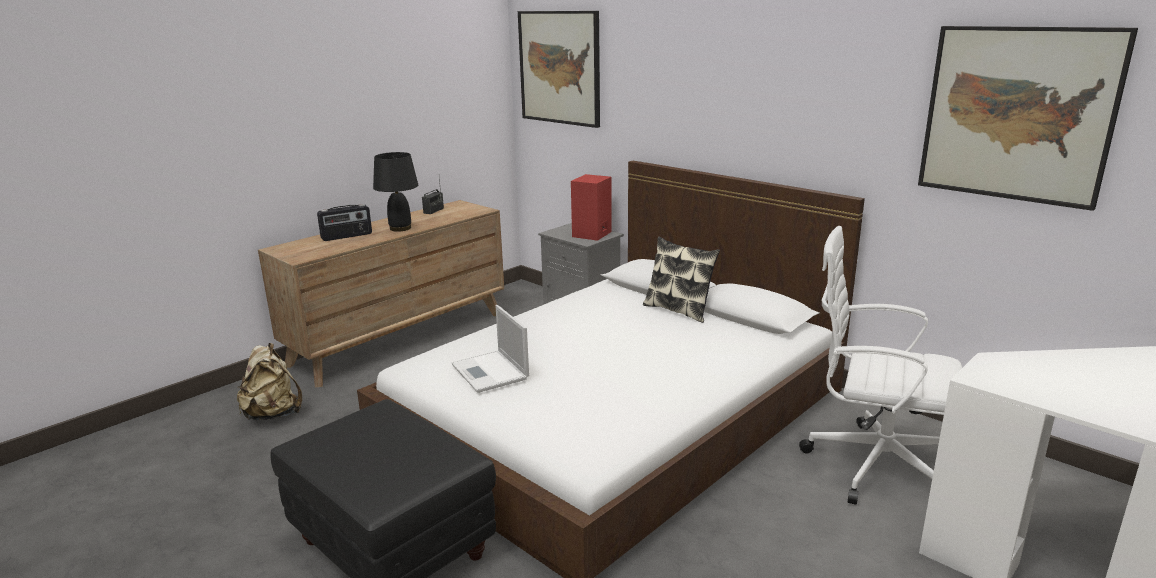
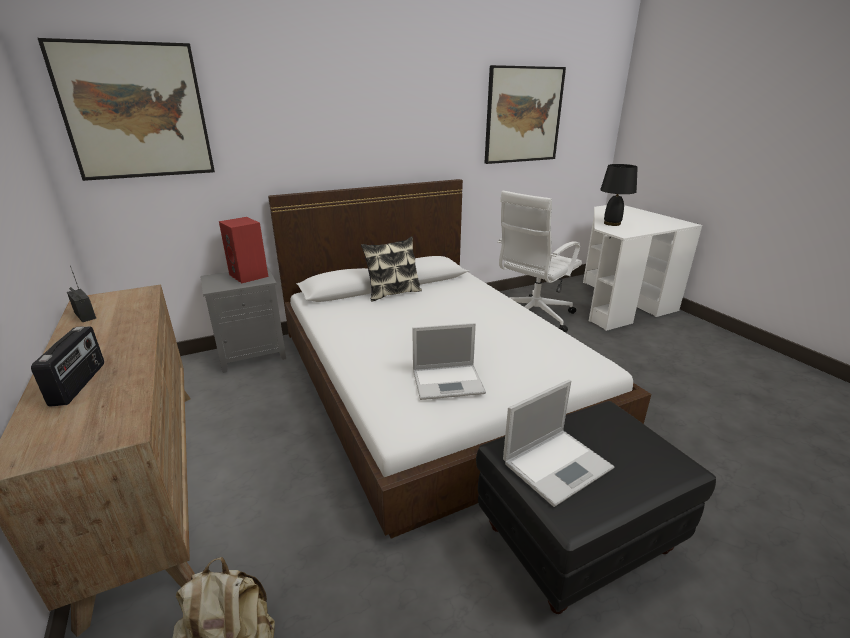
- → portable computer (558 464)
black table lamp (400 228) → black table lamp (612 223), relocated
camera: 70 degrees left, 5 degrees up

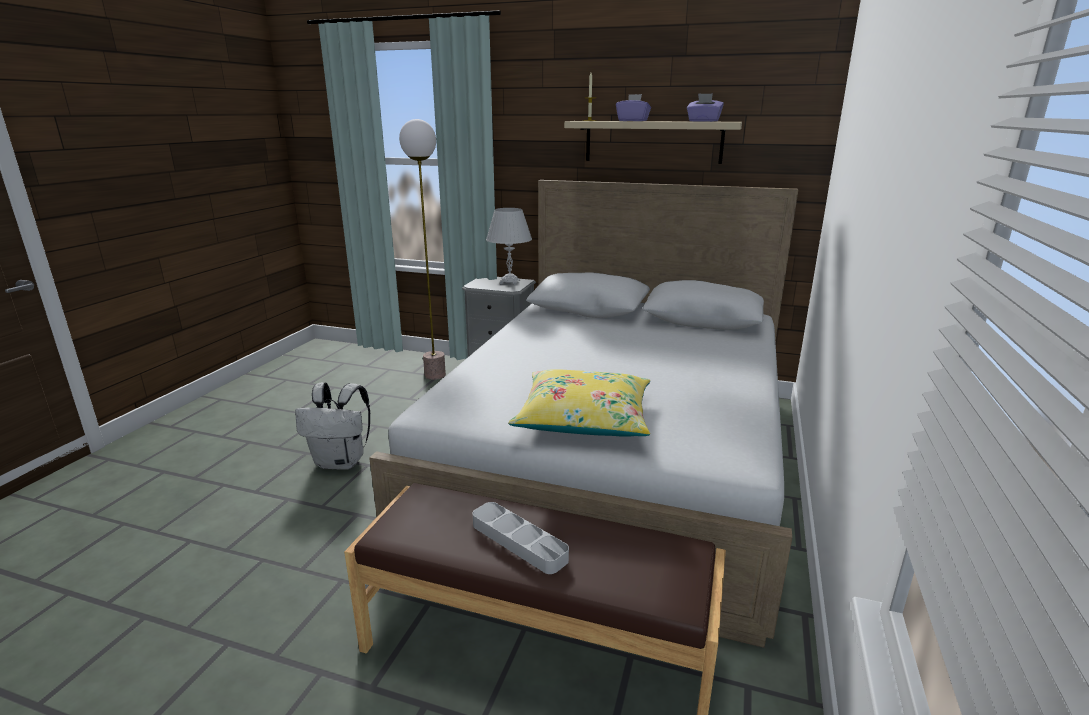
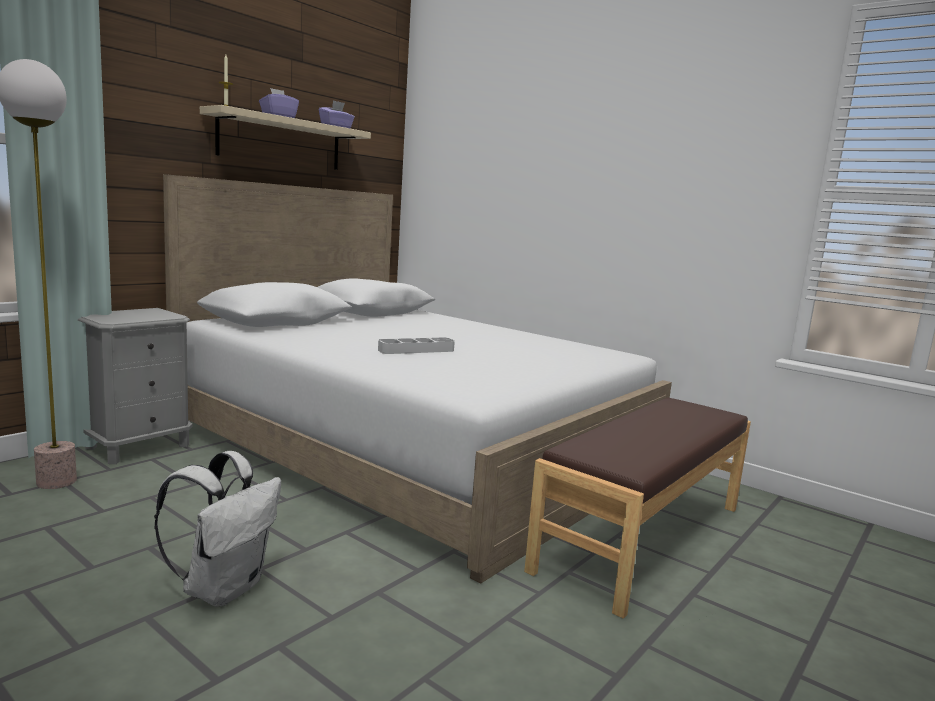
grey serving tray (518 541) → grey serving tray (416 350), relocated
whitish table lamp (510 282) → -
yellowish pillow (584 418) → -
camera: 70 degrees left, 10 degrees down

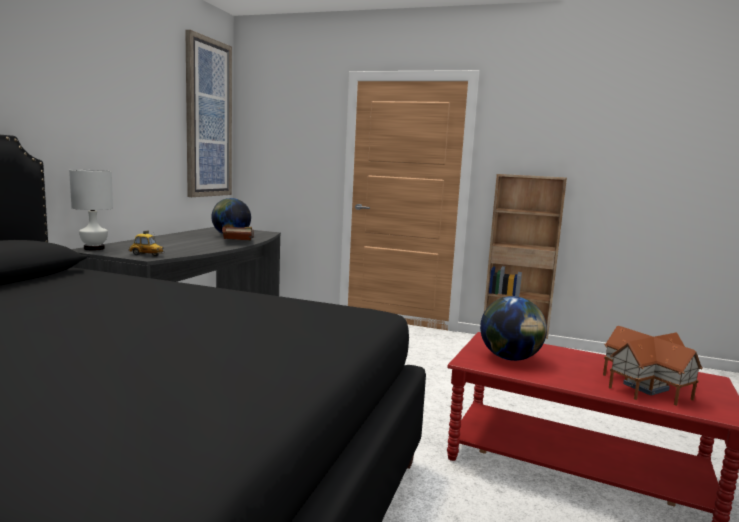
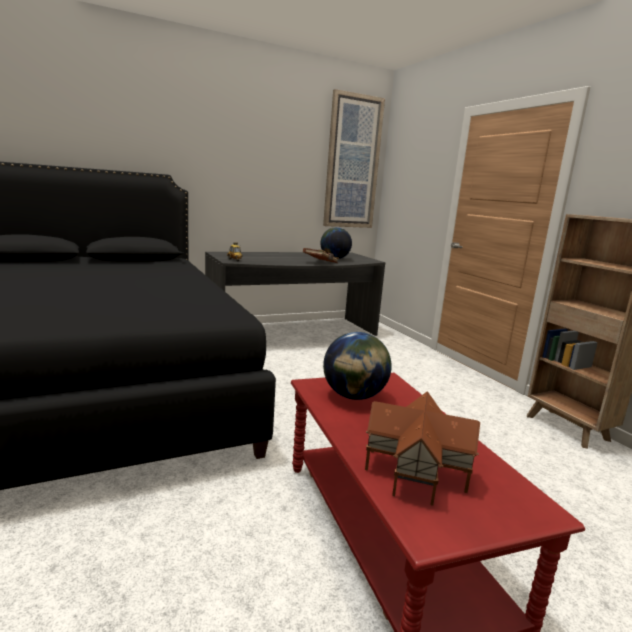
whitish table lamp (93 248) → -
camera: 45 degrees right, 5 degrees up

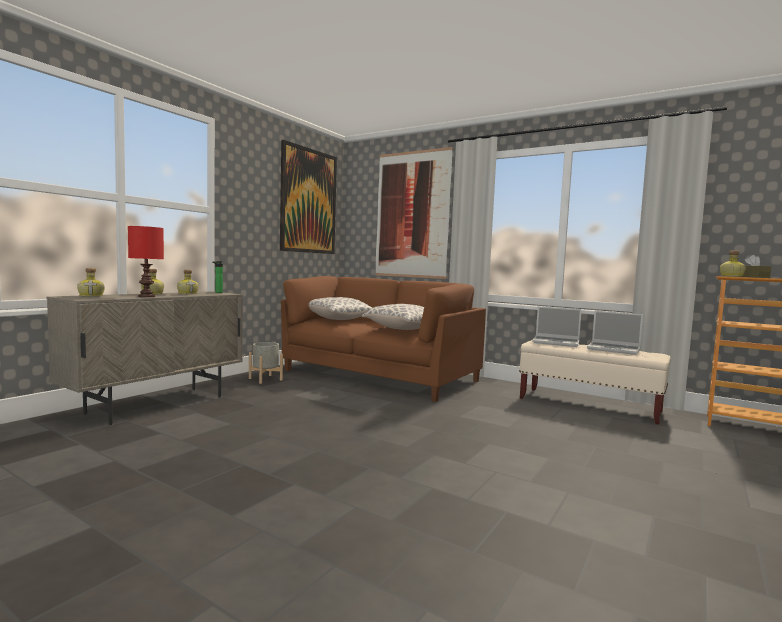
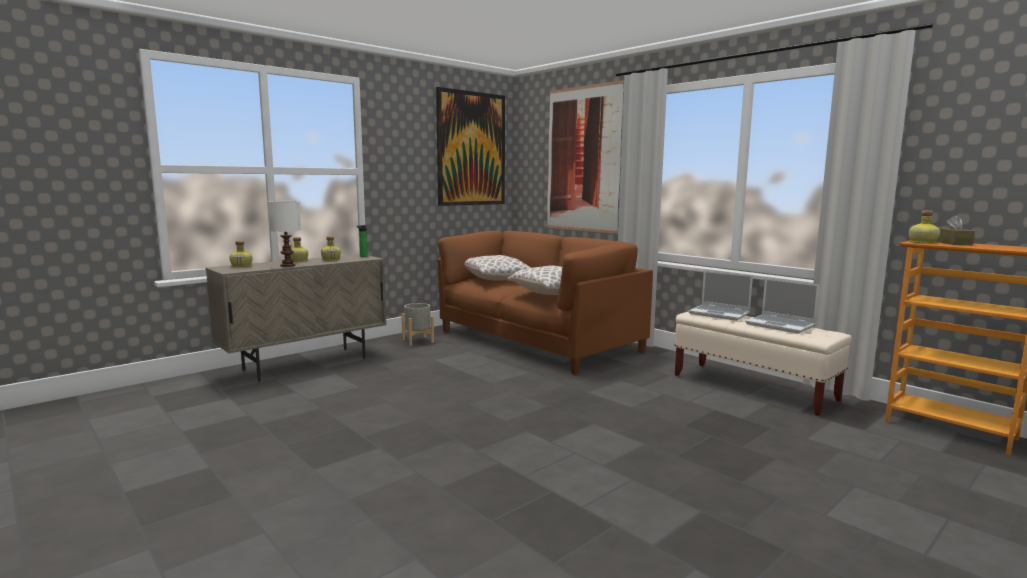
reddish table lamp (147 296) → whitish table lamp (288 265)
camera: 15 degrees right, 5 degrees up

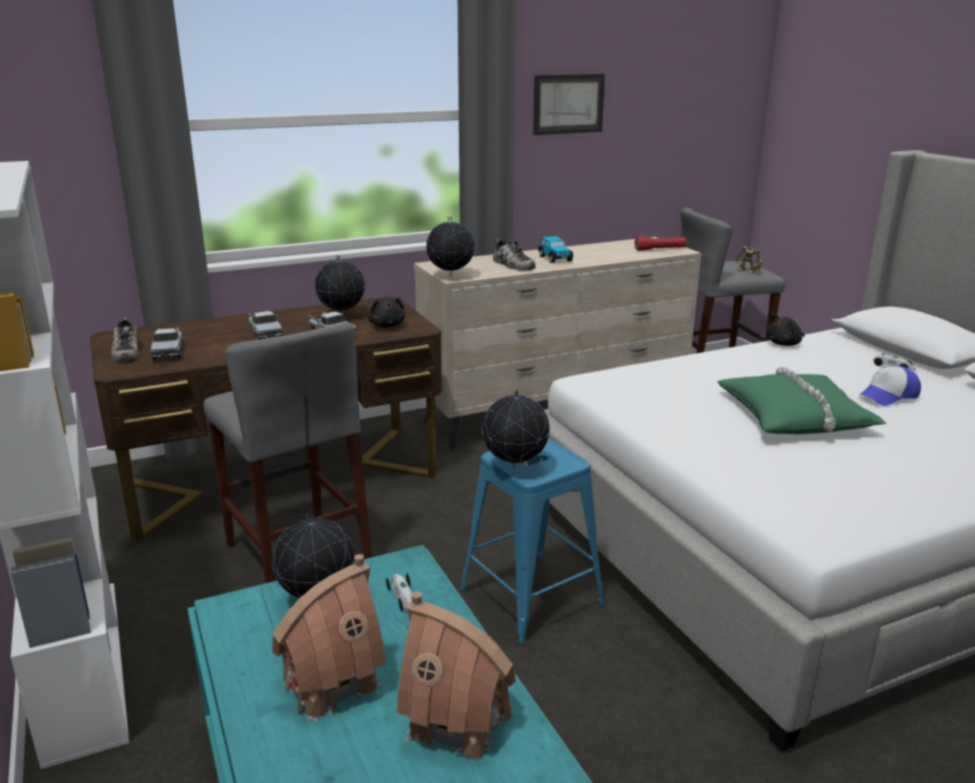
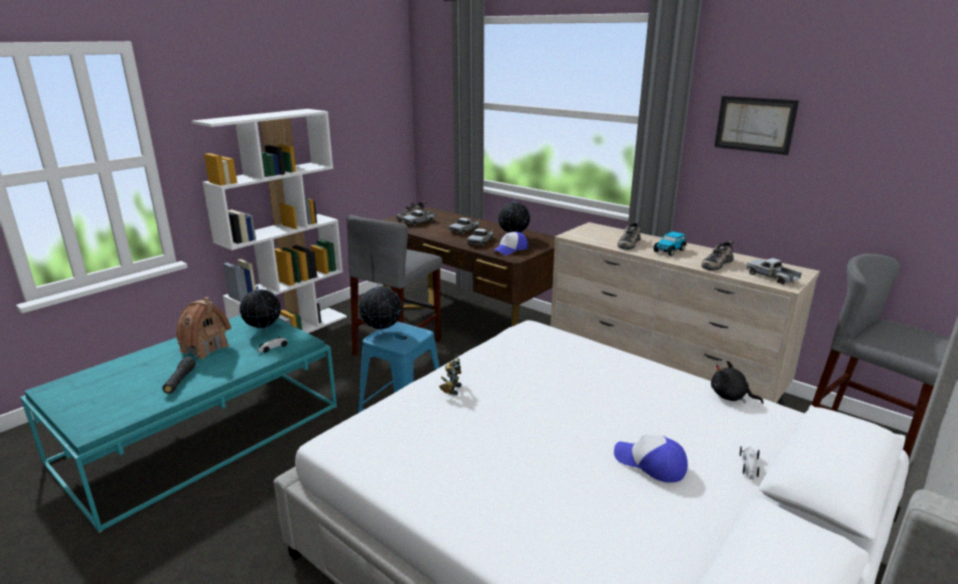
model house (458 721) → black torch (180 381)
robot figure (746 271) → robot figure (451 389), relocated
black cuddly toy (387 326) → cap (510 249)
- → shoe (716 263)
reddish torch (659 249) → model truck (772 277)
world globe (450 276) → -
green pillow (795 417) → -
camera: 65 degrees right, 0 degrees up

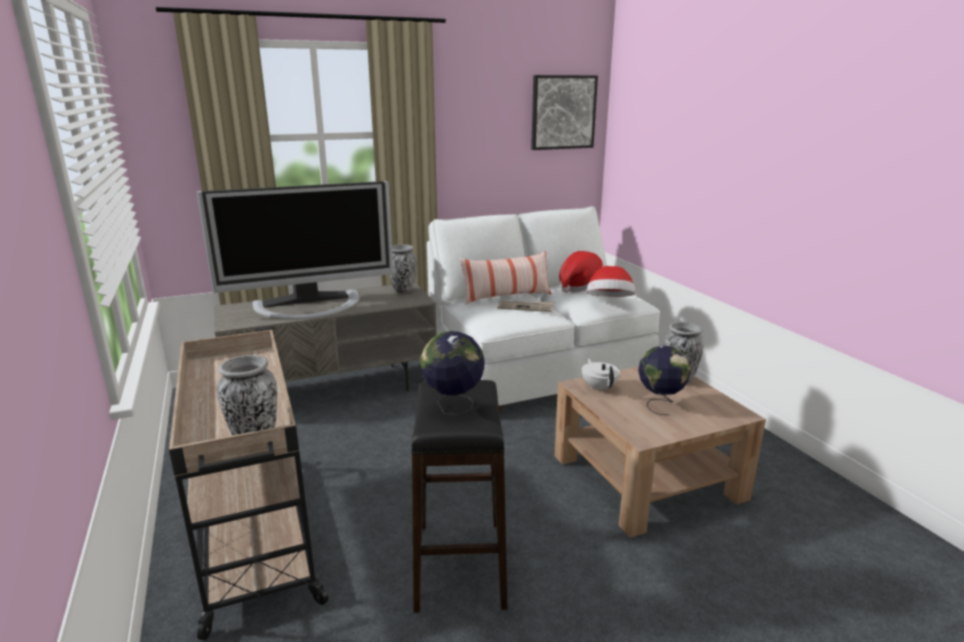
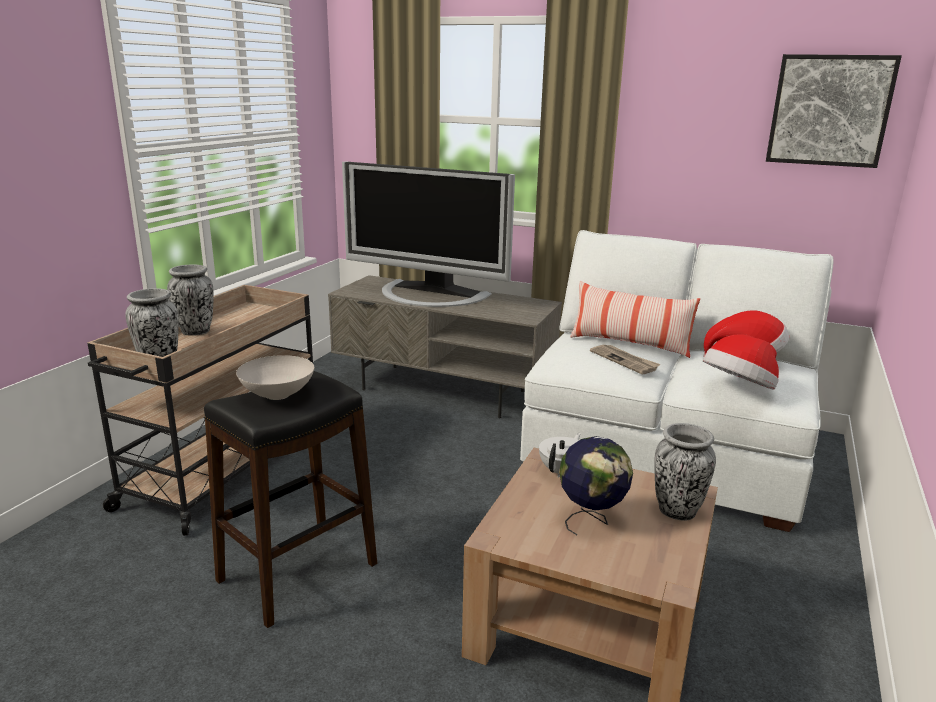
decorative vase (403 290) → decorative vase (195 332), relocated
world globe (453 407) → whitish serving bowl (276 395)
camera: 45 degrees right, 0 degrees up

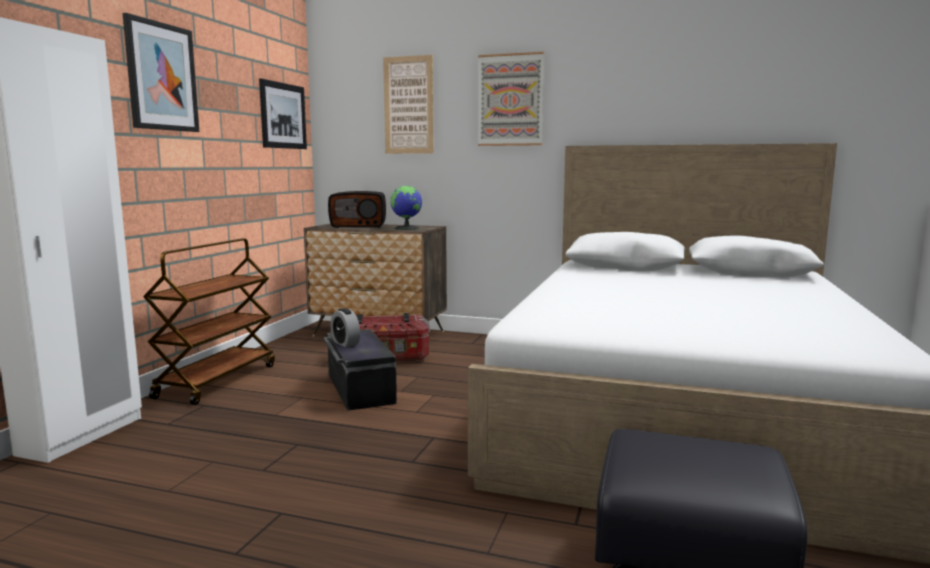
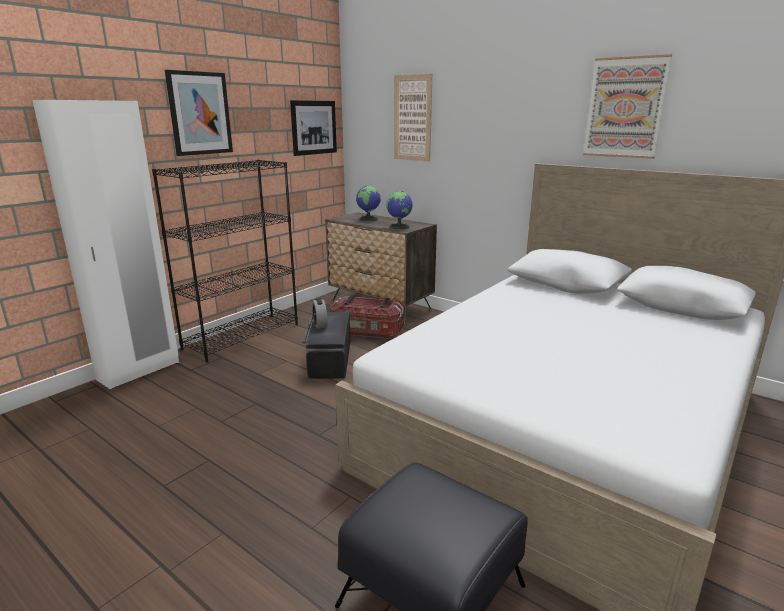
brownish trolley (217 380) → black bookshelf (242 336)
radio receiver (359 225) → world globe (369 219)
wall picture (510 100) → wall picture (625 108), relocated
camera: 20 degrees right, 10 degrees up

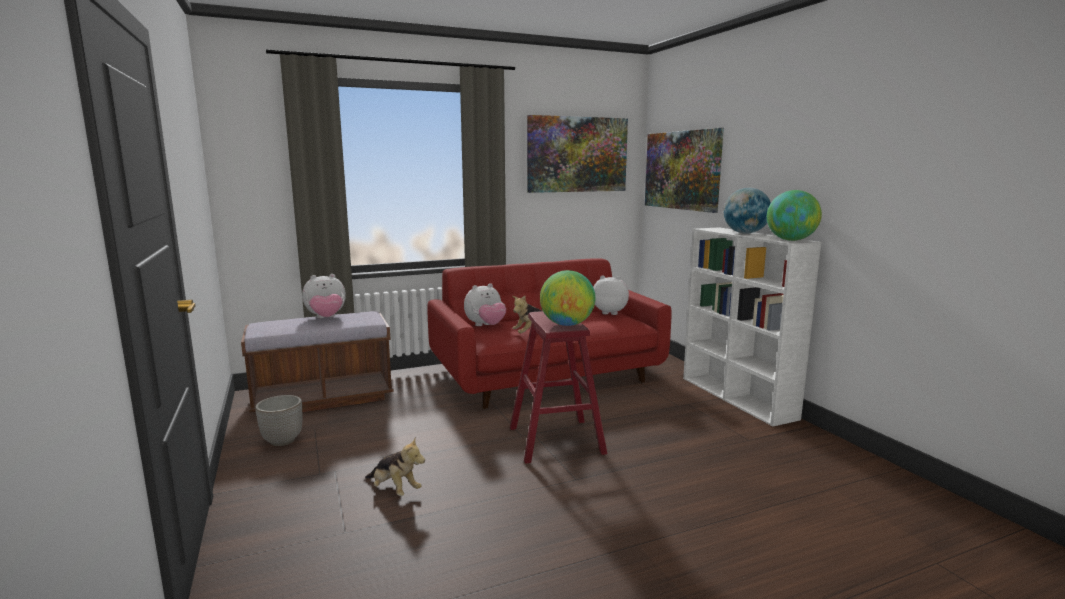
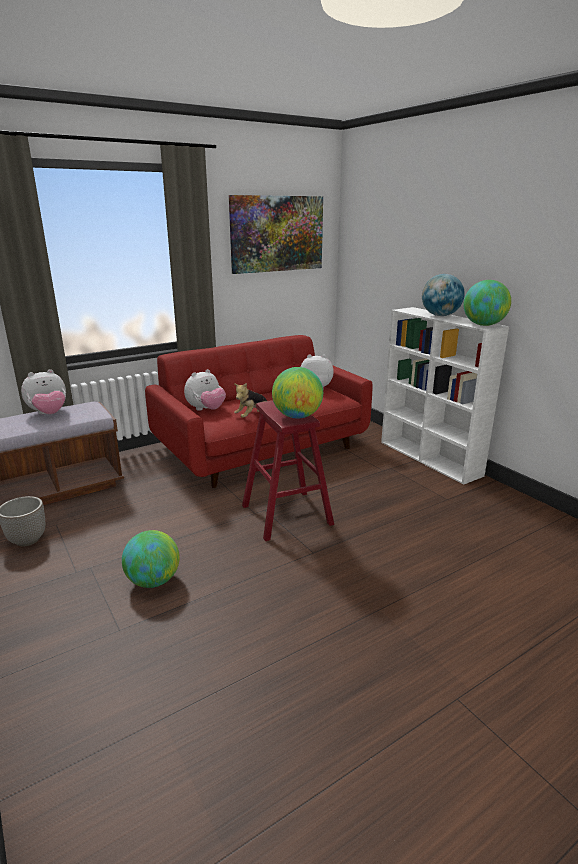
cuddly toy (394 490) → world globe (153 581)
wall picture (681 170) → -
camera: 10 degrees left, 10 degrees up

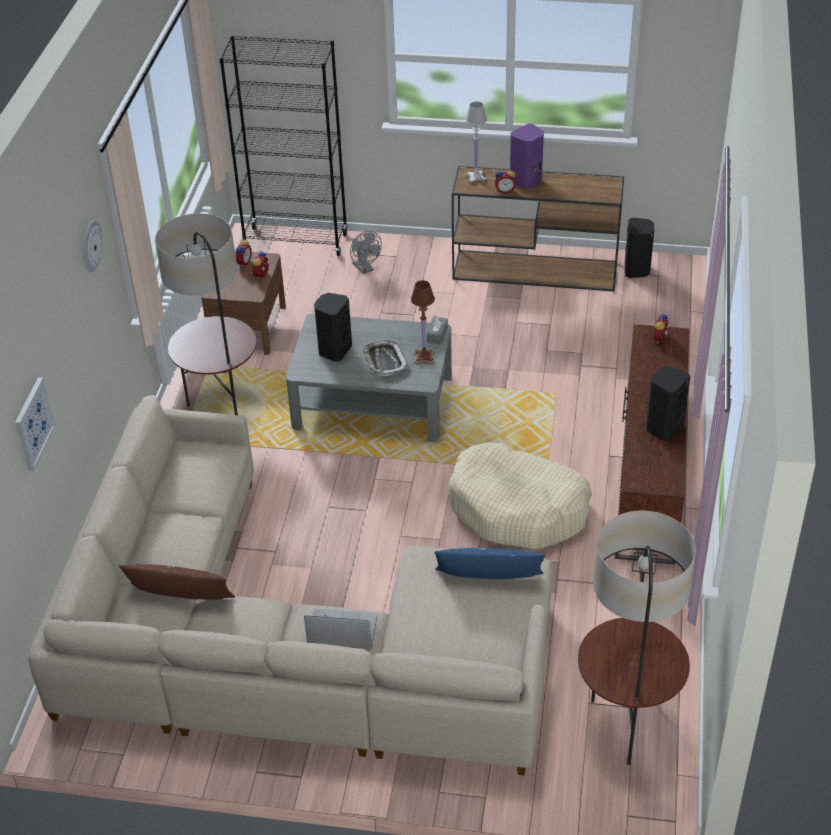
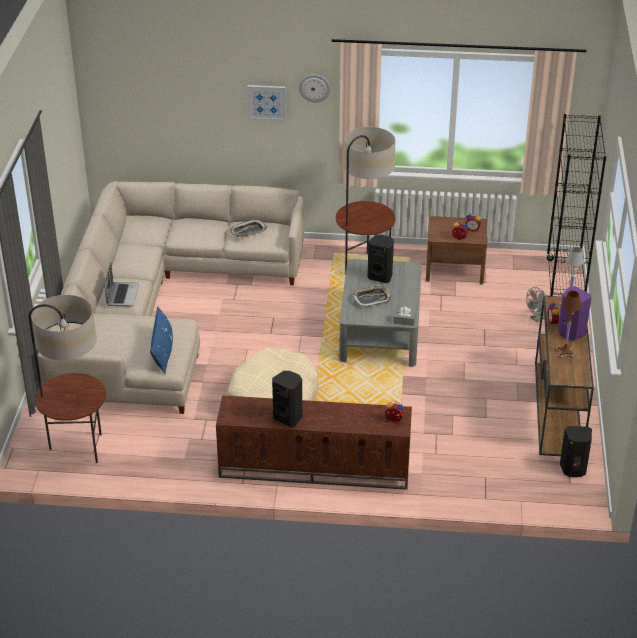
- → serving tray (248 231)
wall picture (33 424) → wall picture (266 102), relocated
brownish table lamp (424 357) → brownish table lamp (565 352), relocated
brownish pillow (180 596) → -
camera: 85 degrees right, 5 degrees down

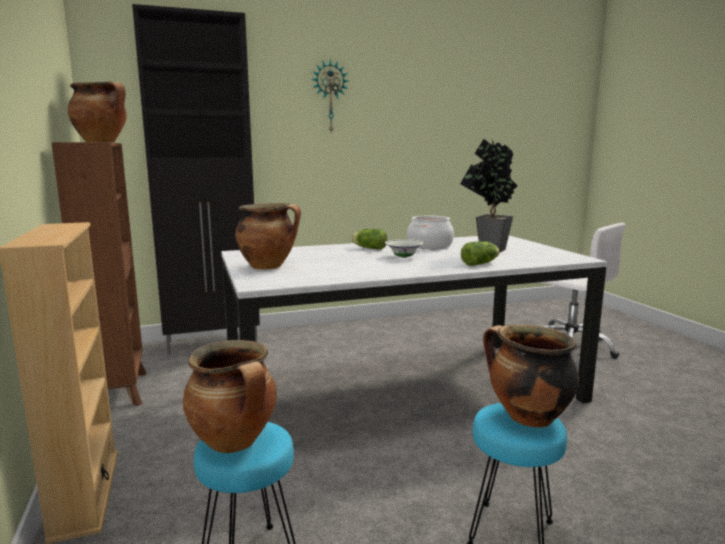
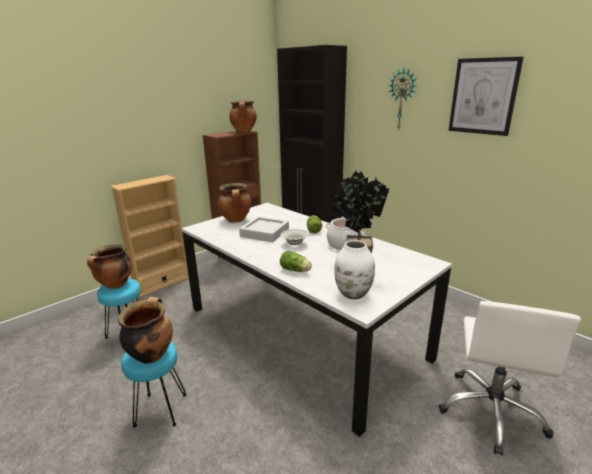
- → grey serving tray (264 232)
- → whitish decorative vase (353 294)
- → wall picture (483 96)
camera: 65 degrees right, 10 degrees up

